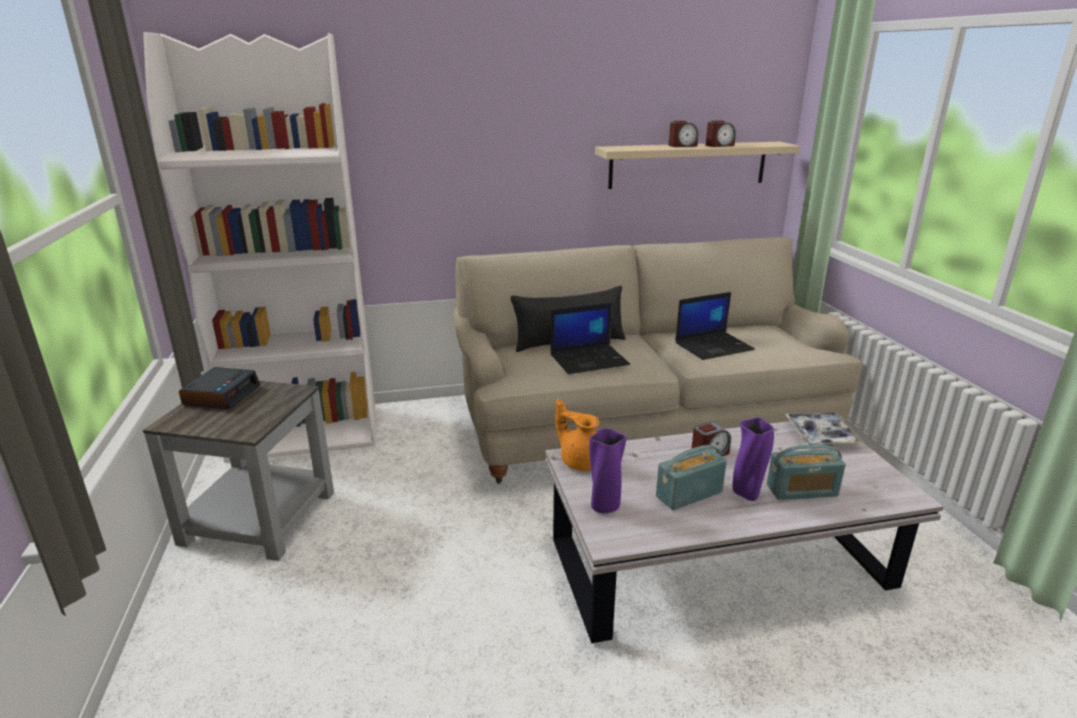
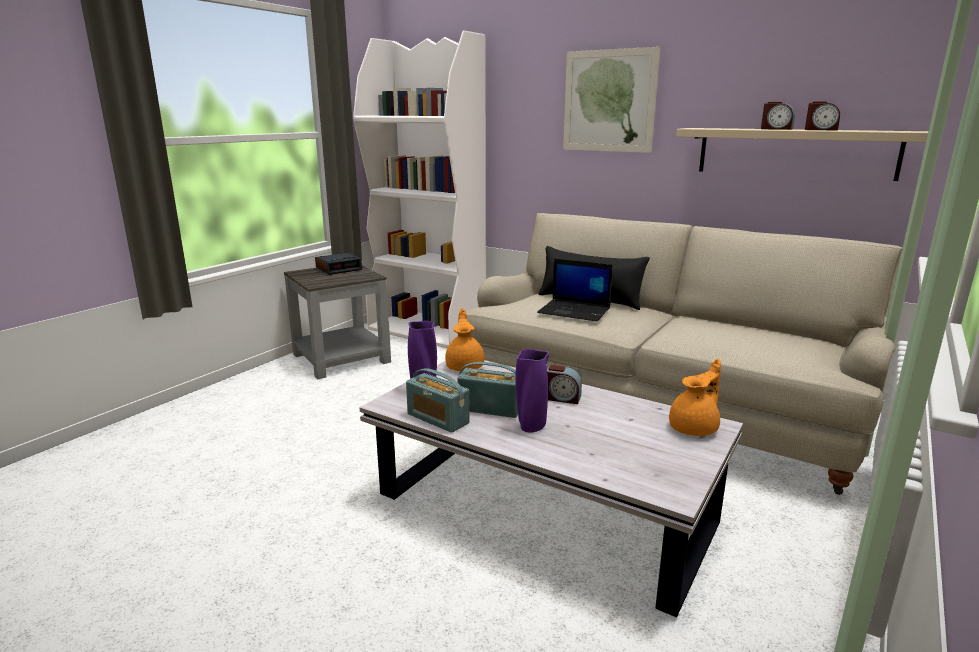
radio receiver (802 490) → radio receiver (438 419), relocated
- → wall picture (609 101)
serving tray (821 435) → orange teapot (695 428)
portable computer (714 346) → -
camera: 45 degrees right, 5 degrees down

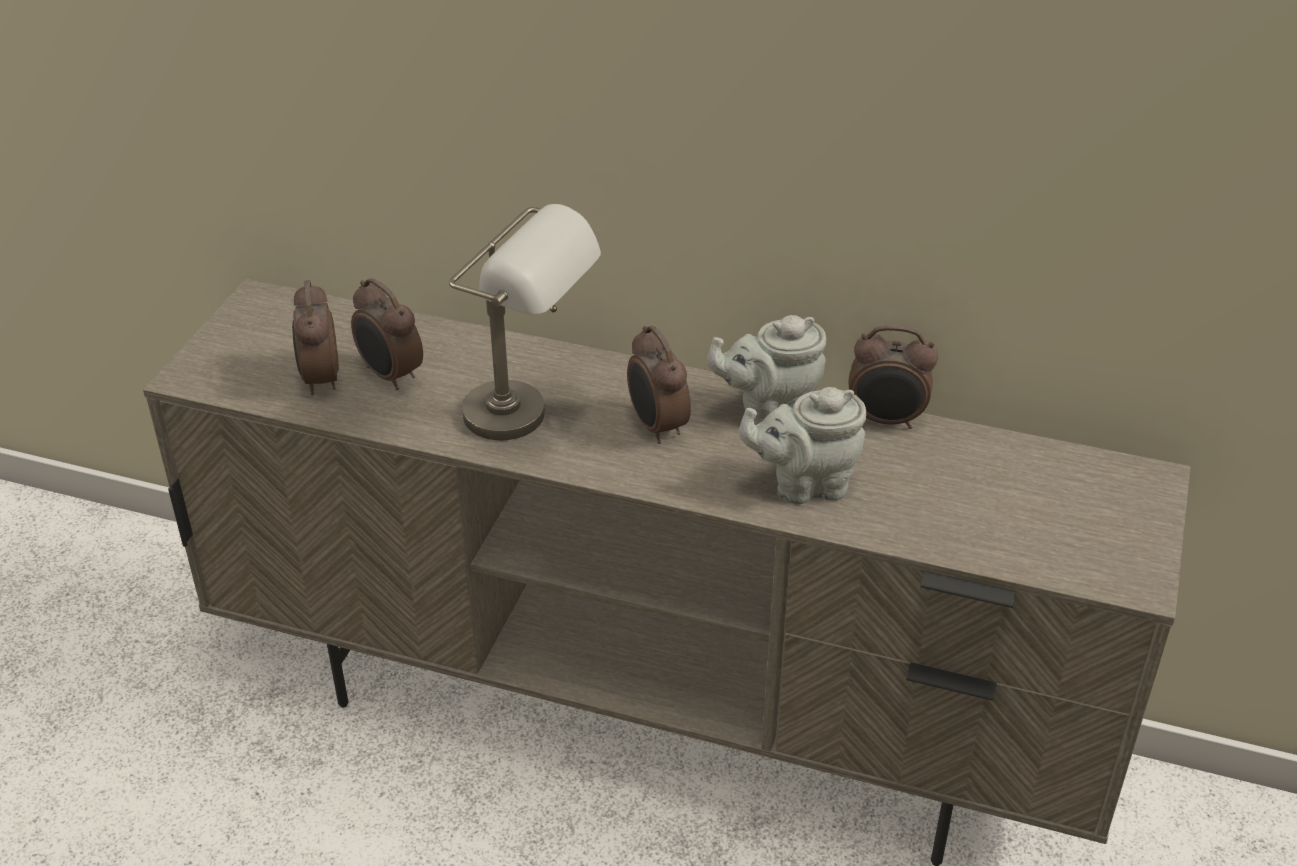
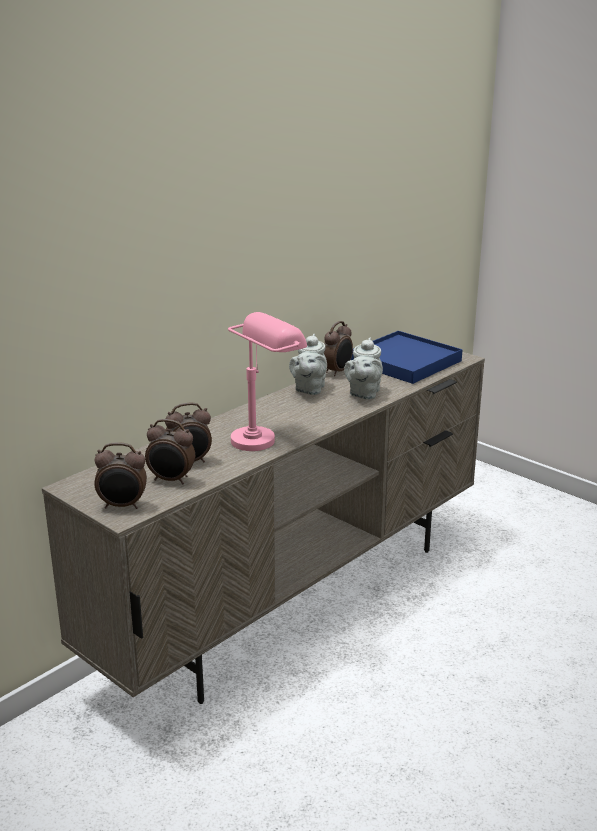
bedside clock (656 427) → bedside clock (123 506), relocated
grey table lamp (530 421) → pink-coloured table lamp (264 436)
- → bluish serving tray (404 361)
camera: 65 degrees left, 15 degrees down

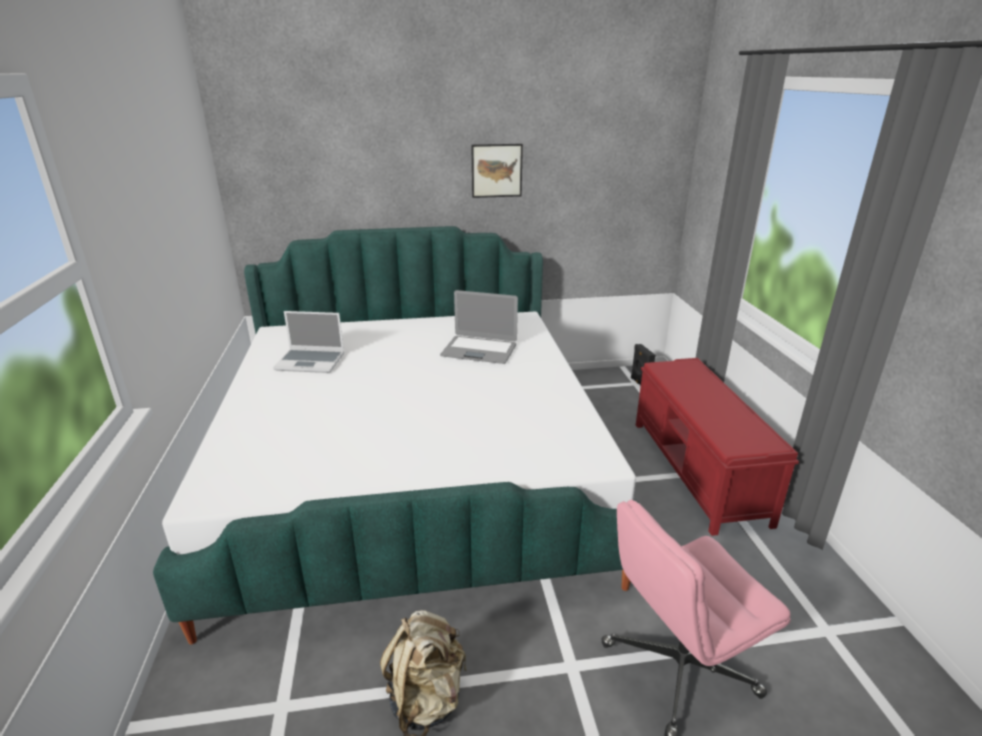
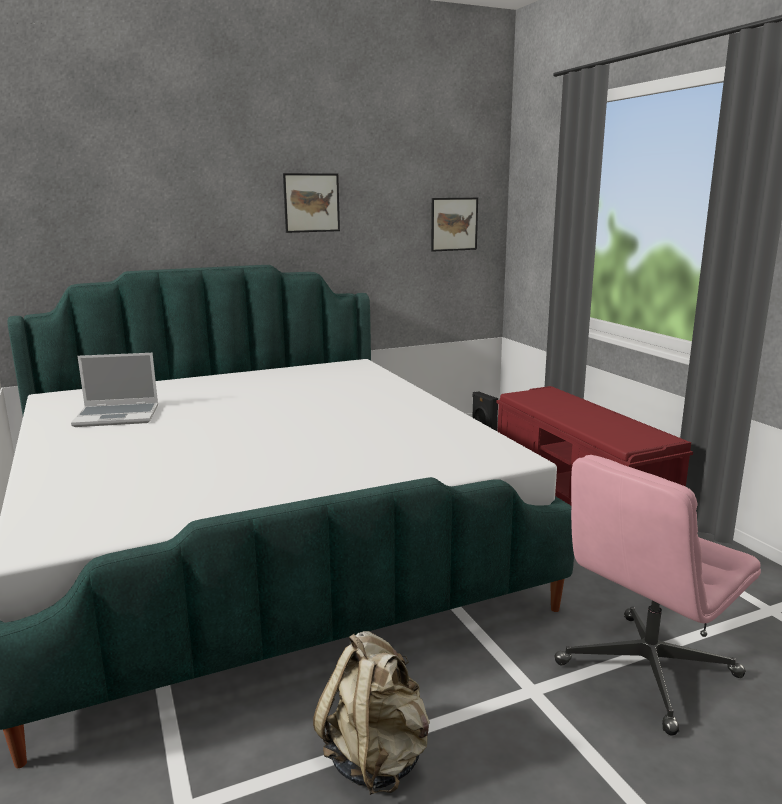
- → wall picture (454 224)
portable computer (479 350) → -
camera: 15 degrees left, 10 degrees down

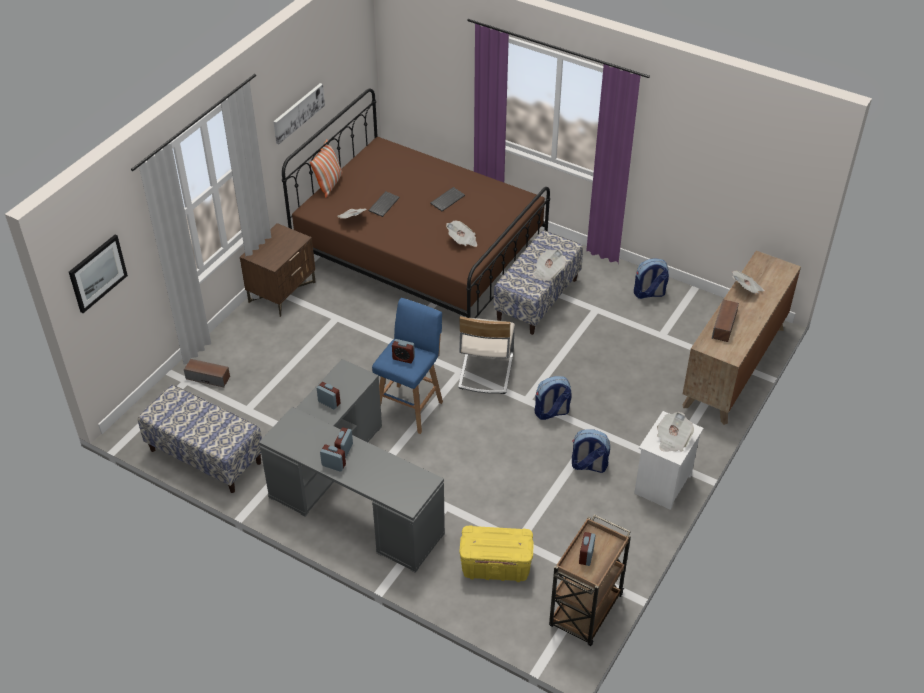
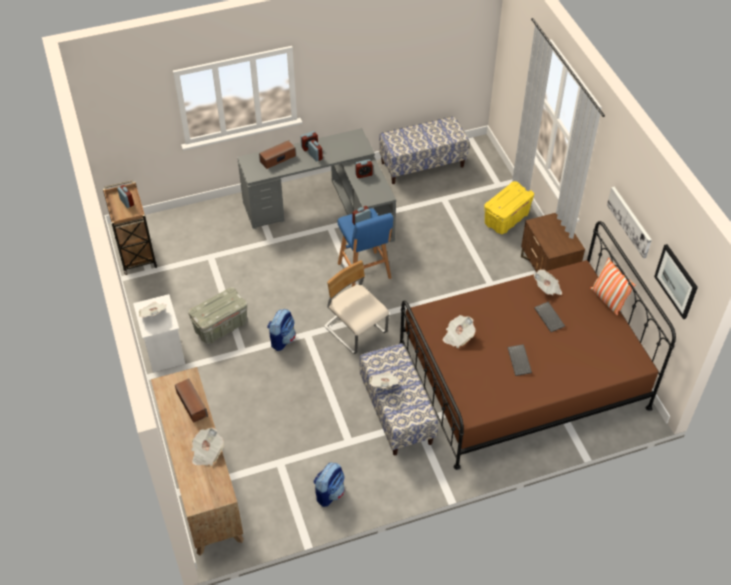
rucksack (588 466) → grey storage box (221 326)
audio speaker (208 377) → audio speaker (278 159), relocated
yellowish storage box (495 567) → yellowish storage box (506 218), relocated
wall picture (97 273) → wall picture (676 281), relocated
camera: 130 degrees right, 5 degrees up

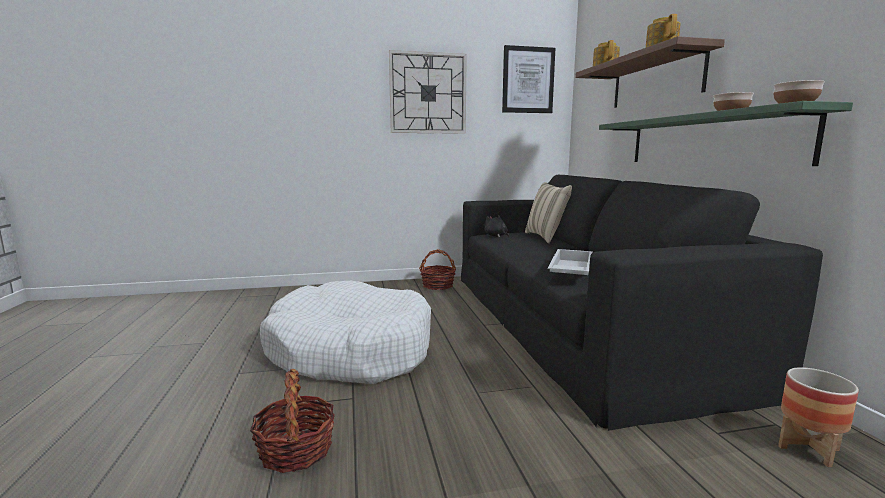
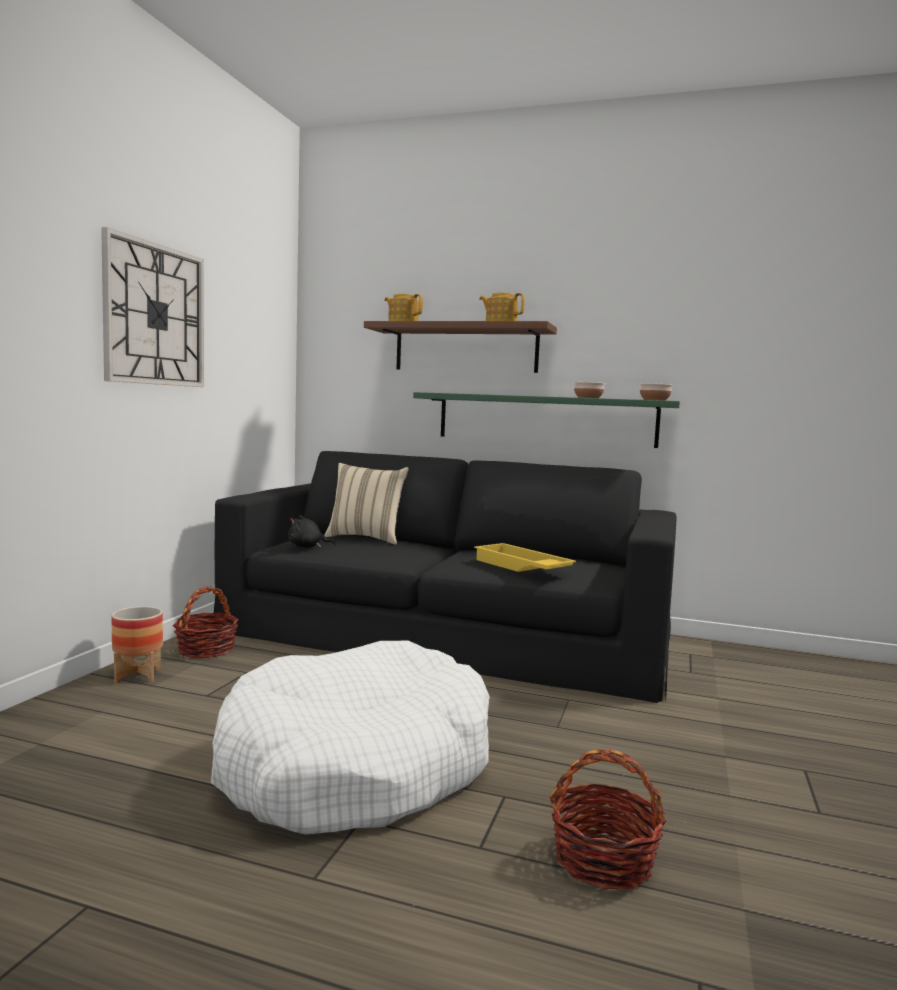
planter (808 448) → planter (138 676), relocated
whitish serving tray (569 270) → yellowish serving tray (520 567)
wall picture (528 80) → -
camera: 60 degrees left, 5 degrees down

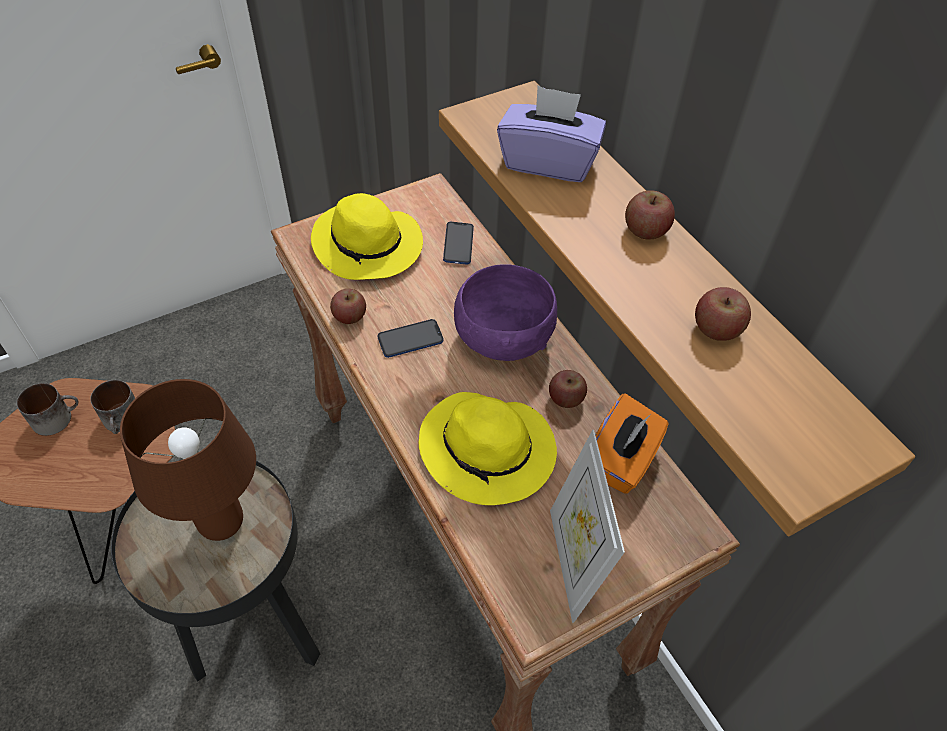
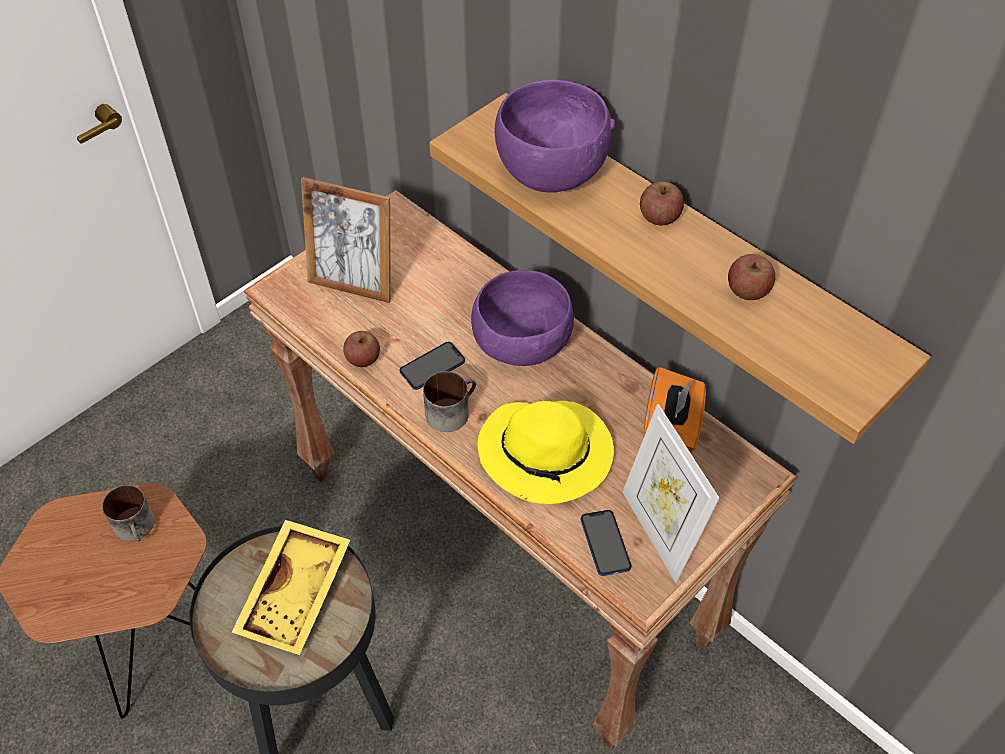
brownish table lamp (223 523) → yellowish serving tray (297 595)
yellowish hat (369 246) → photo frame (353 283)
tea mug (57 417) → tea mug (451 410), relocated
purplish tissue box (548 162) → purplish serving bowl (551 171)
telephone (458 244) → telephone (605 543), relocated
apple (566 398) → -
camera: 15 degrees left, 0 degrees up

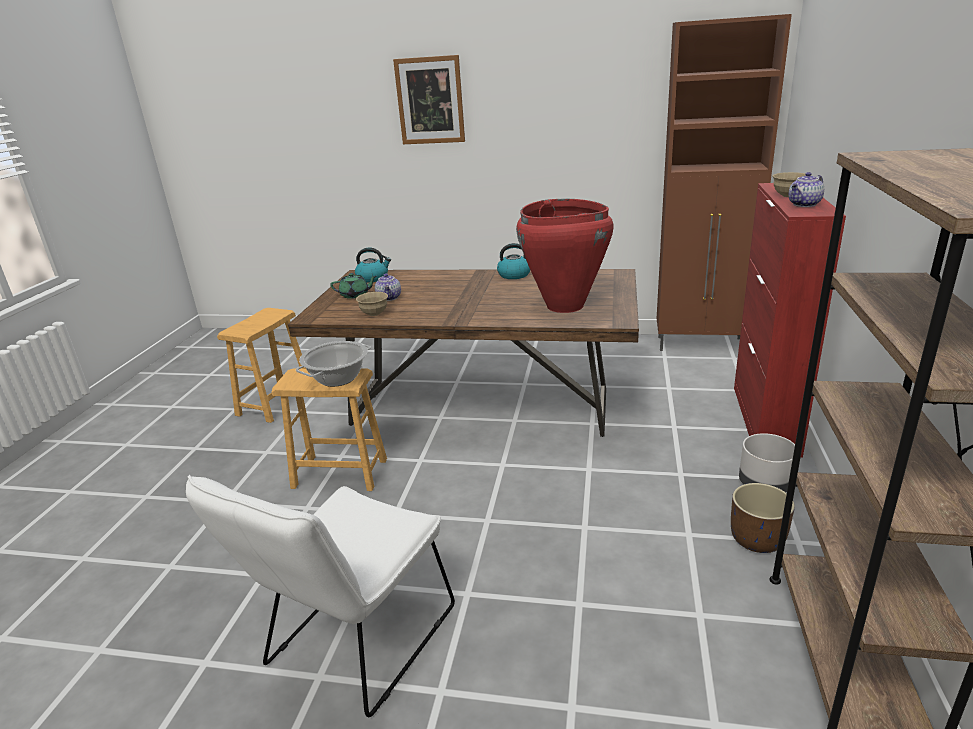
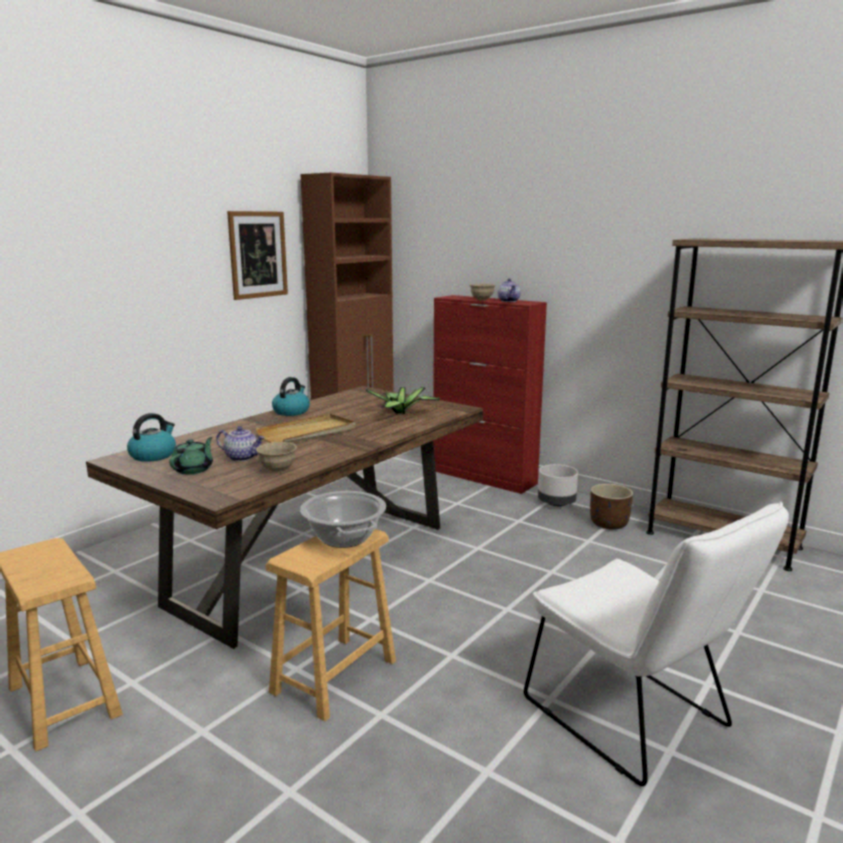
wall picture (430 101) → wall picture (258 254), relocated
- → beige serving tray (308 433)
reddish decorative vase (564 306) → potted plant (402 413)
camera: 65 degrees left, 10 degrees down

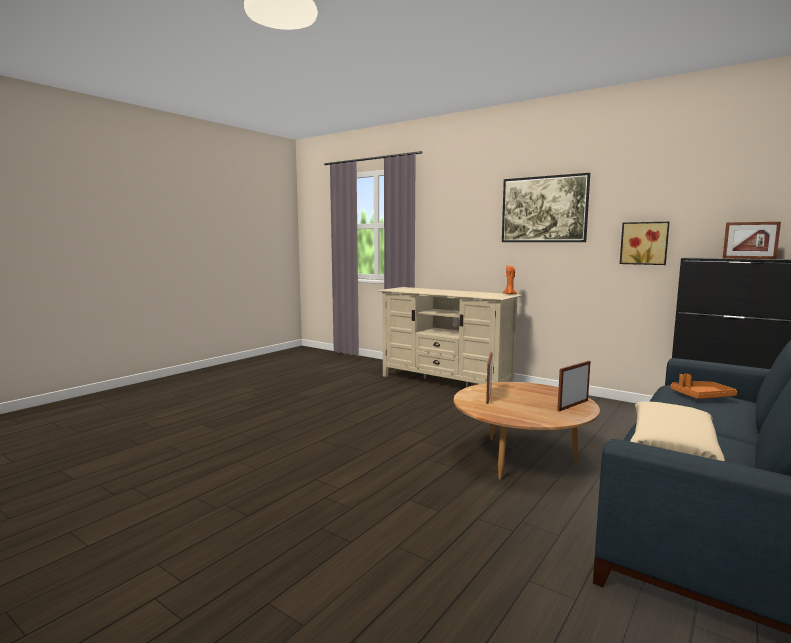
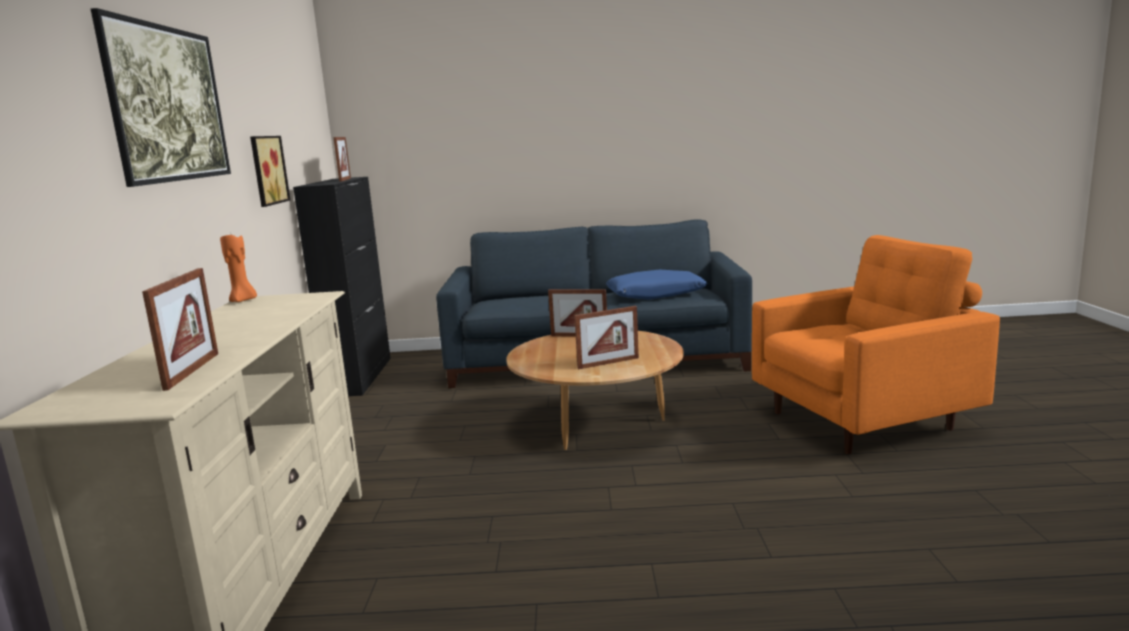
- → photo frame (192 370)
beige pillow (672 443) → bluish pillow (655 295)
- → orange armchair (864 420)
orange serving tray (701 396) → -
camera: 125 degrees left, 5 degrees up

